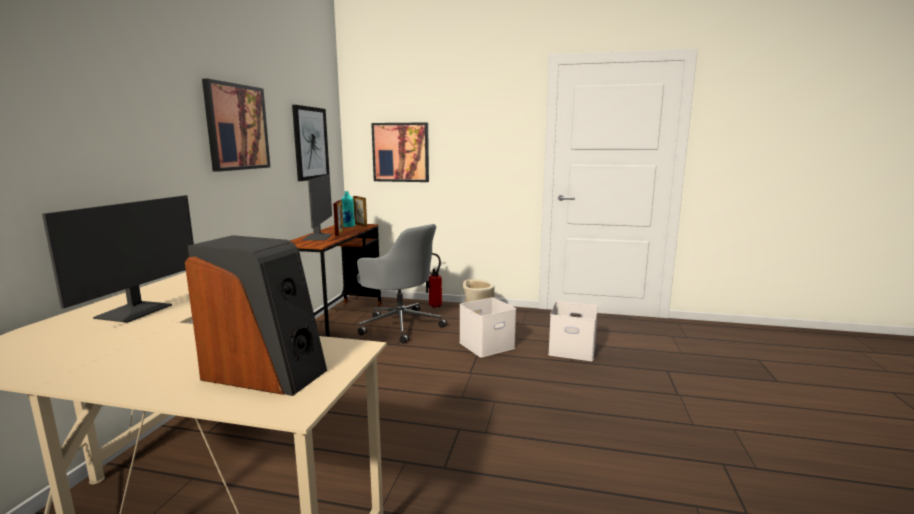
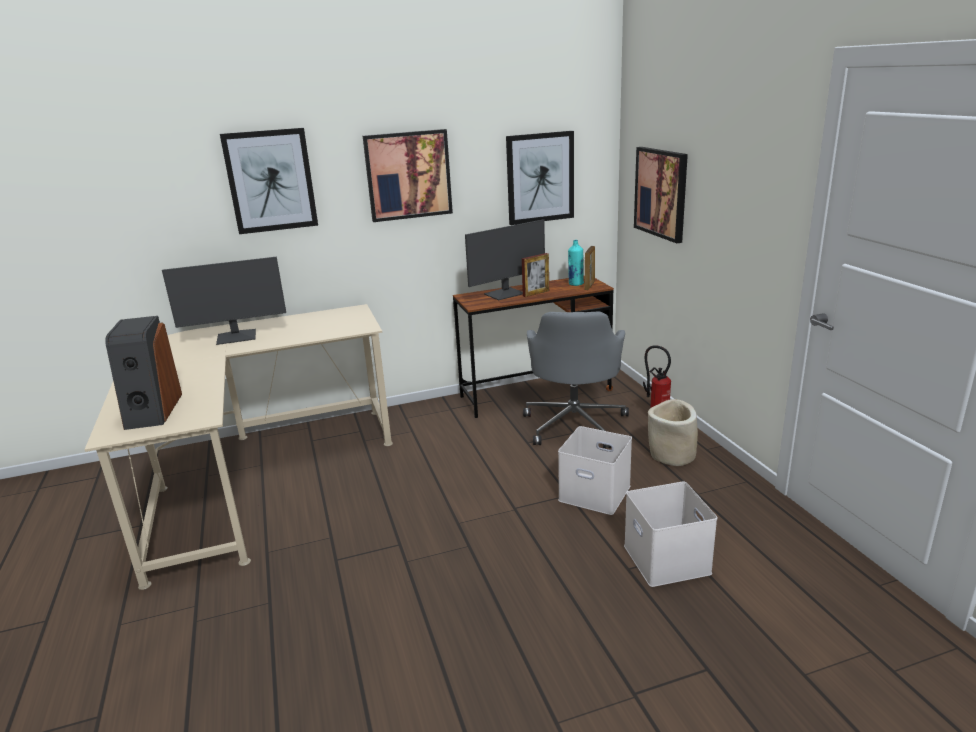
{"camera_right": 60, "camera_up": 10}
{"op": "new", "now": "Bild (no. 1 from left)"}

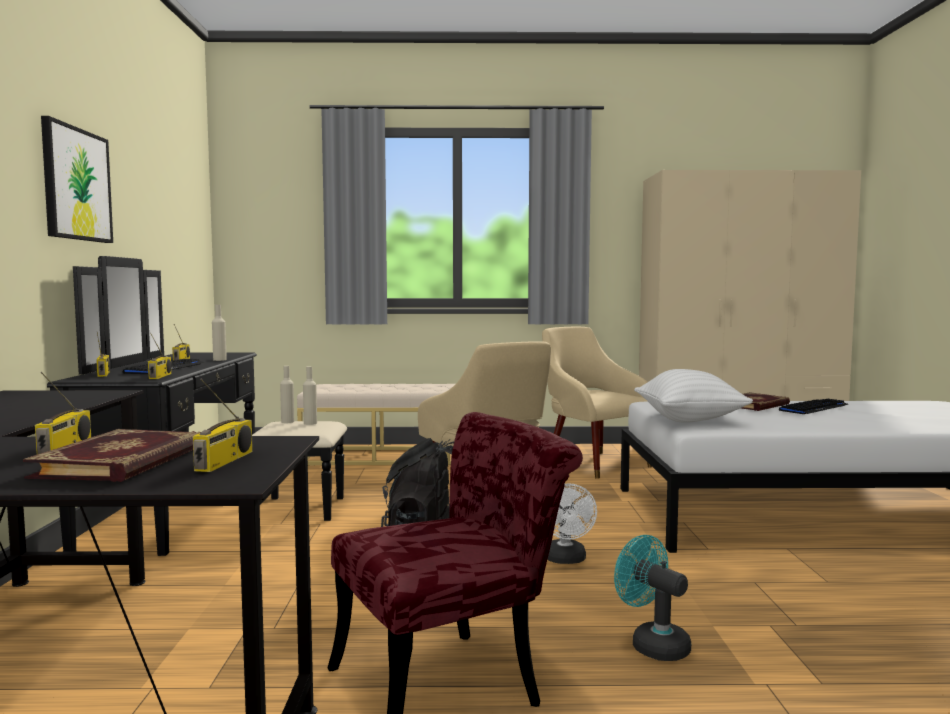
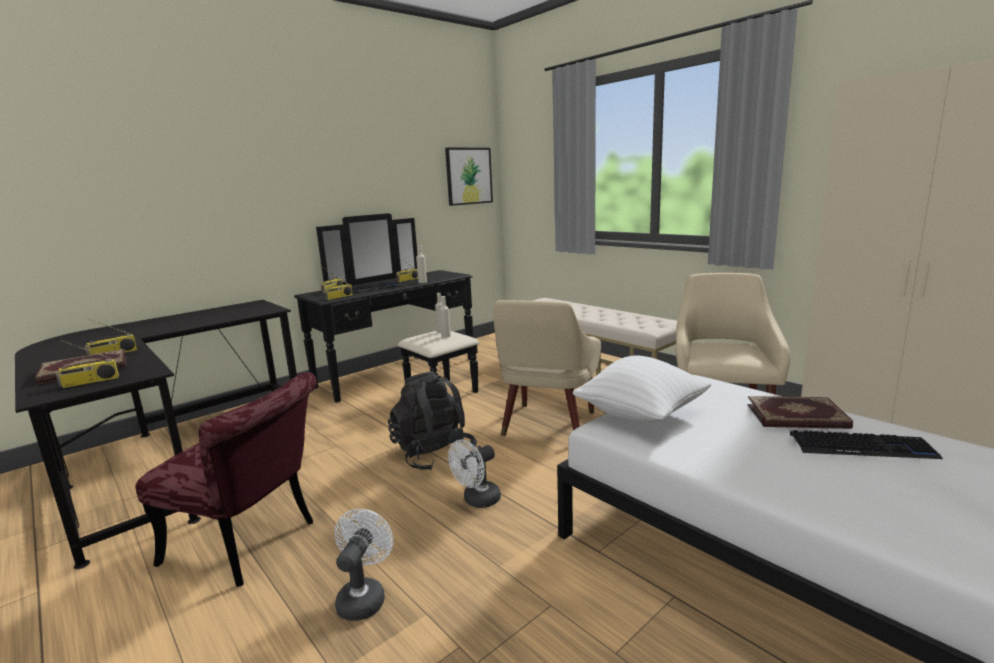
{"camera_right": 50, "camera_up": 10}
{"op": "shifted", "was": "Bild"}
{"op": "repainted", "was": "Ventilator/türkis", "now": "Ventilator/weiß (no. 1 from left)"}

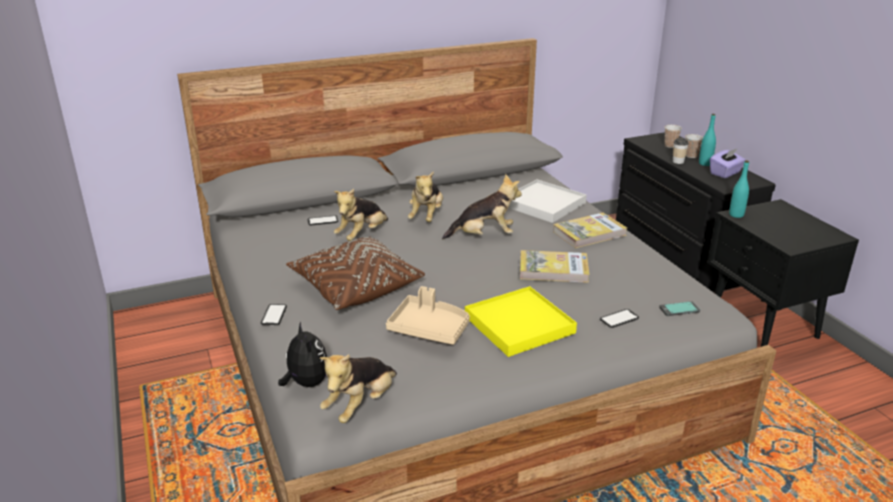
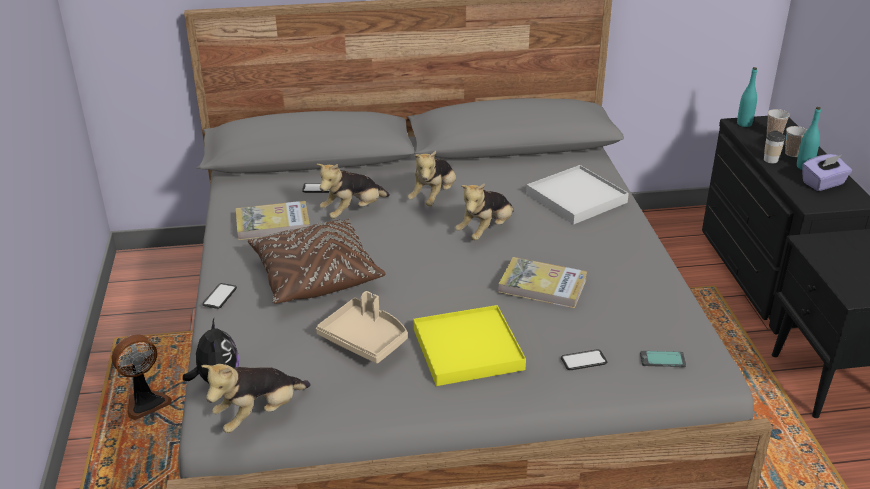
{"camera_right": 15, "camera_up": 5}
{"op": "rotated", "was": "Plüschtier (no. 5 from left)", "clockwise": 120}
{"op": "shifted", "was": "Buch (no. 2 from left in the first image)", "now": "Buch (no. 1 from left)"}
{"op": "shifted", "was": "Flasche/türkis (no. 2 from left in the first image)", "now": "Flasche/türkis (no. 1 from left)"}
{"op": "new", "now": "Ventilator"}

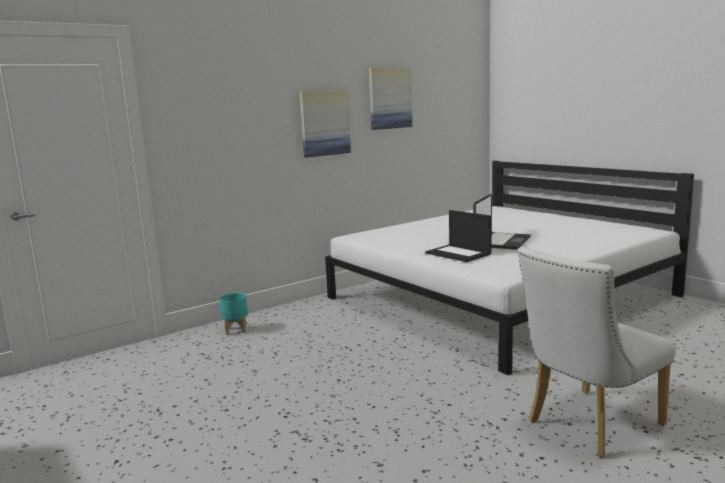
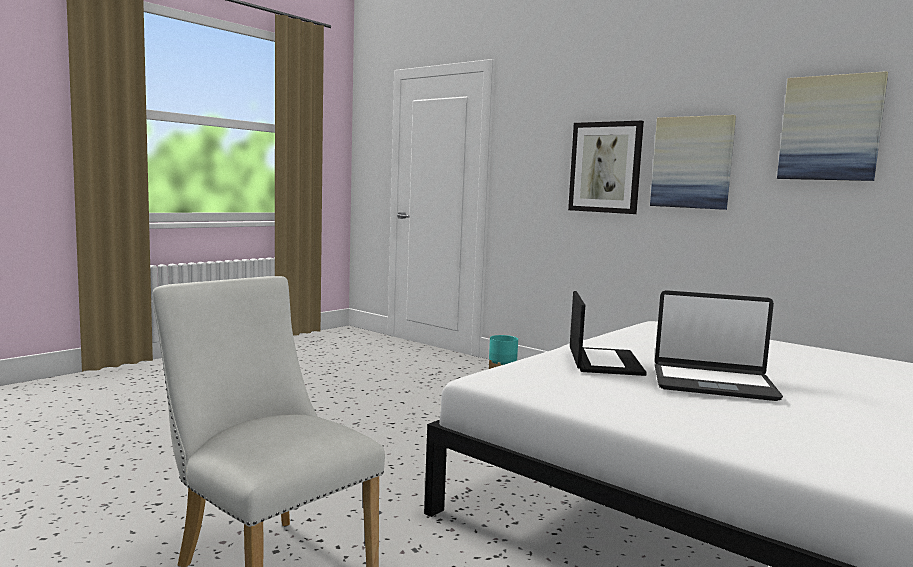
{"camera_right": 75, "camera_up": -5}
{"op": "rotated", "was": "Laptop (no. 1 from left)", "clockwise": 150}
{"op": "new", "now": "Bild (no. 1 from left)"}

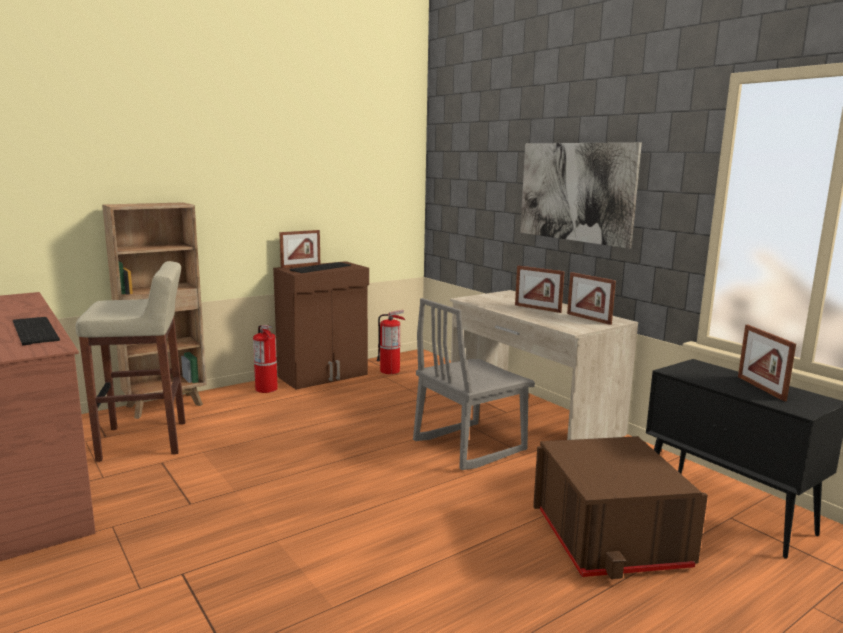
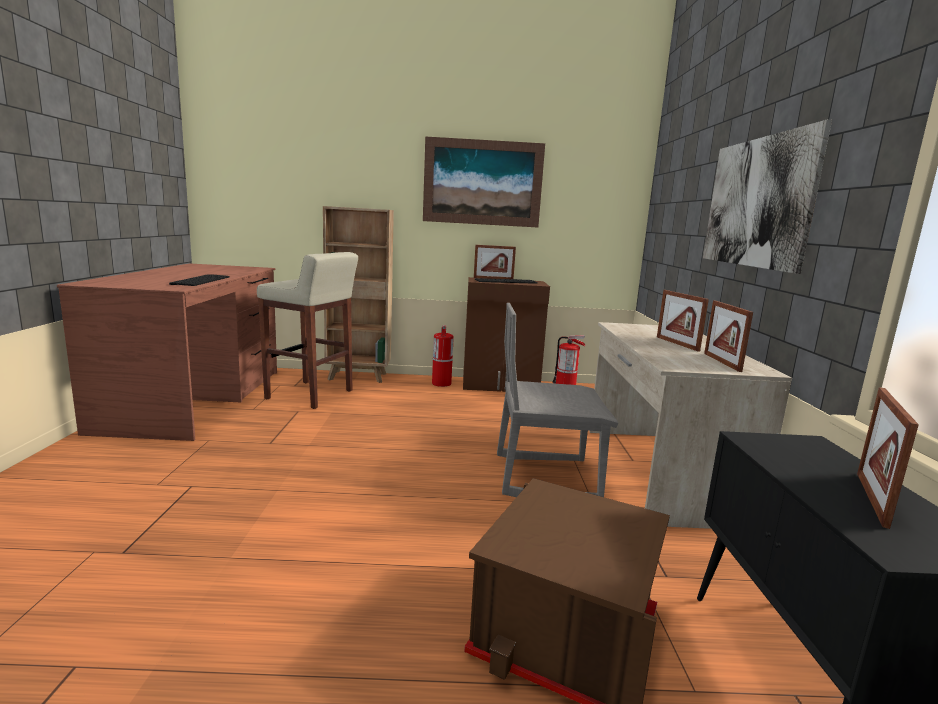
{"camera_right": 35, "camera_up": 0}
{"op": "new", "now": "Bild (no. 1 from left)"}

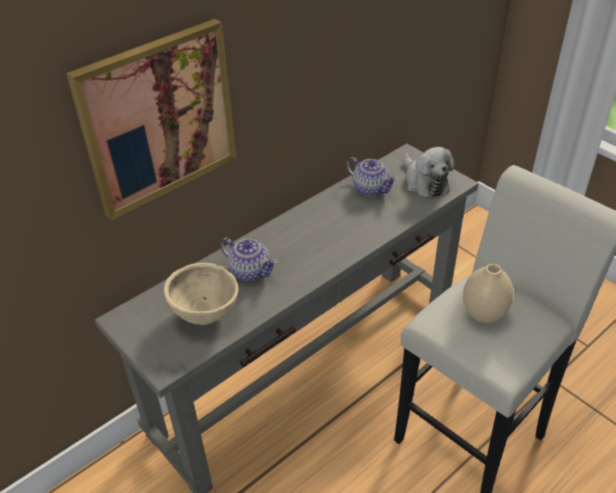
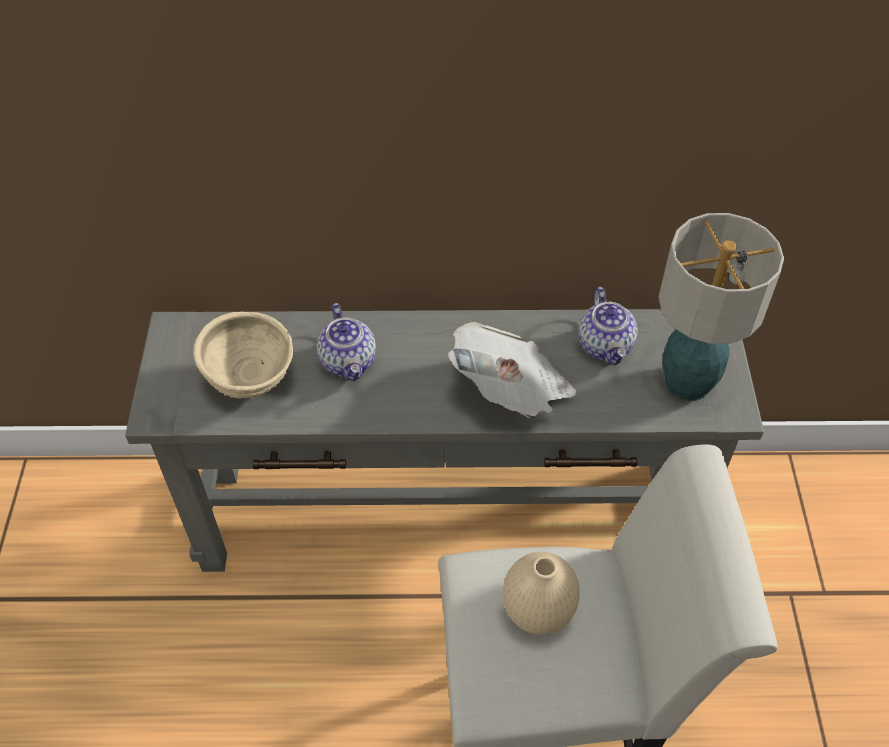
{"camera_right": 40, "camera_up": 10}
{"op": "gone", "was": "Bild"}
{"op": "swapped", "was": "Plüschtier", "now": "Tischlampe"}
{"op": "new", "now": "Zeitung"}

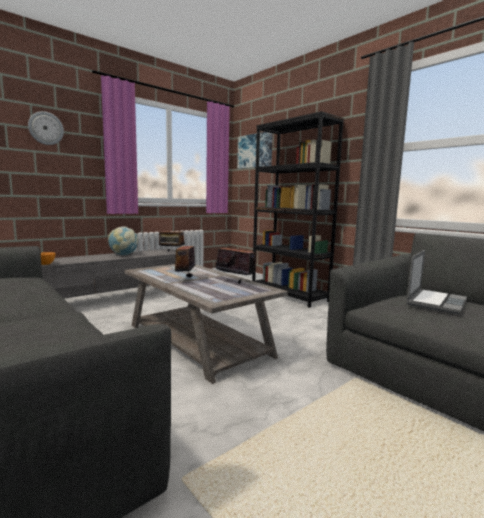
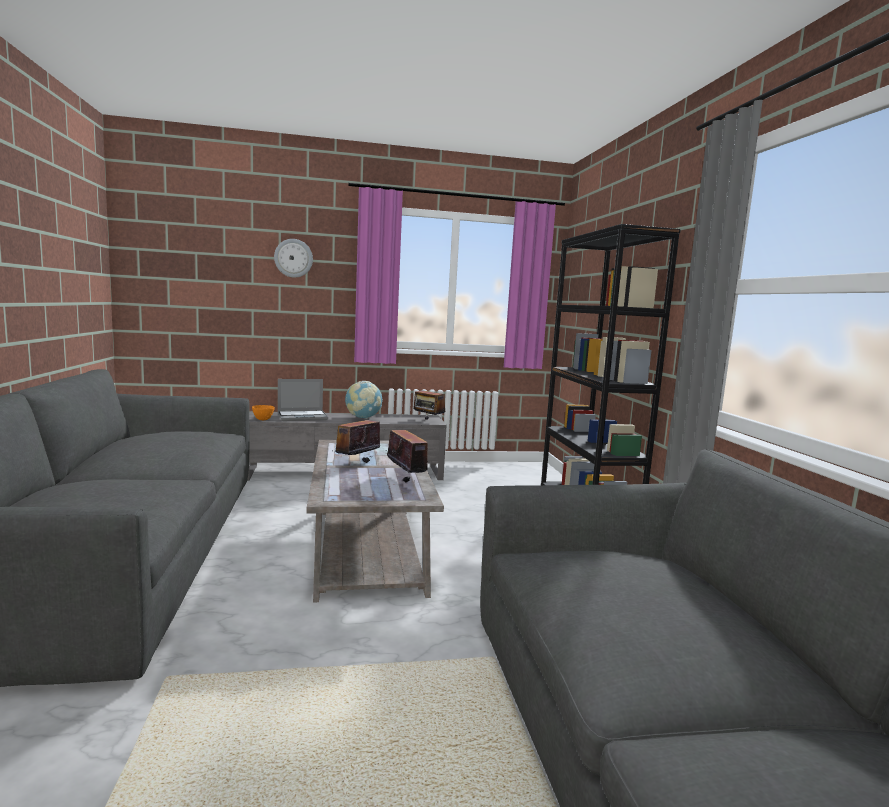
{"camera_right": 30, "camera_up": 0}
{"op": "gone", "was": "Bild"}
{"op": "shifted", "was": "Laptop"}

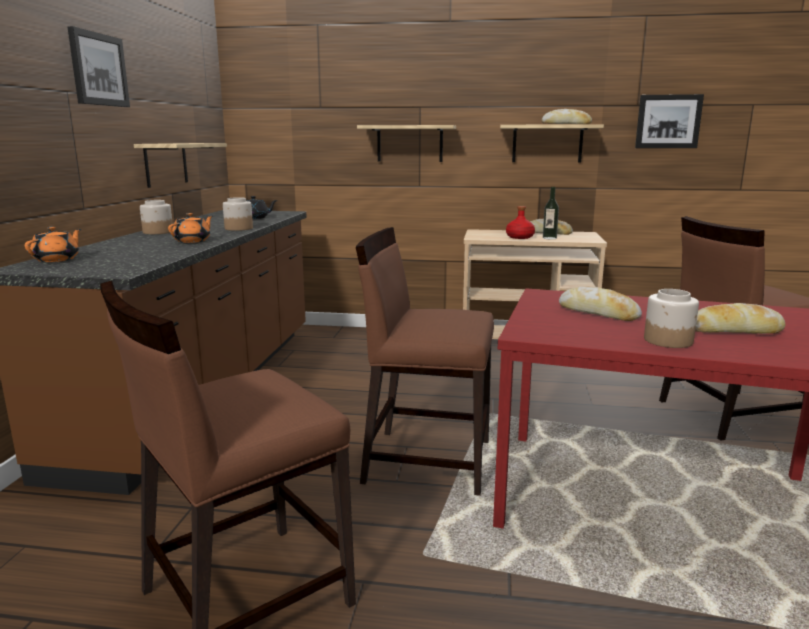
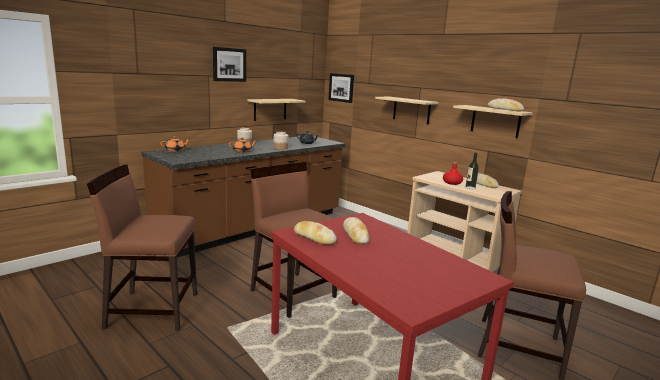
{"camera_right": 35, "camera_up": 0}
{"op": "shifted", "was": "Bild (no. 2 from left)"}
{"op": "gone", "was": "Vorratsglas (no. 3 from left)"}
{"op": "shifted", "was": "Brot (no. 4 from left in the first image)", "now": "Brot (no. 1 from left)"}

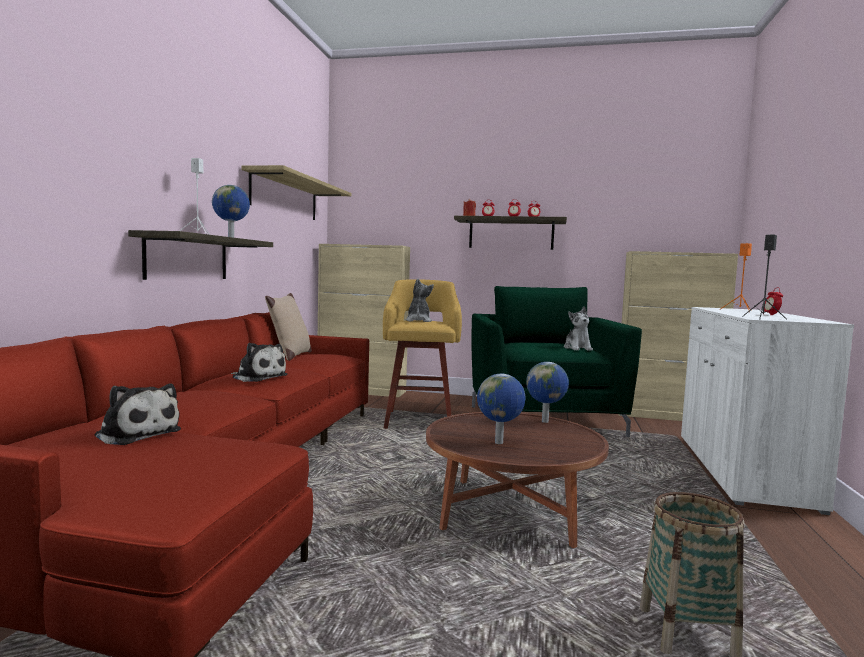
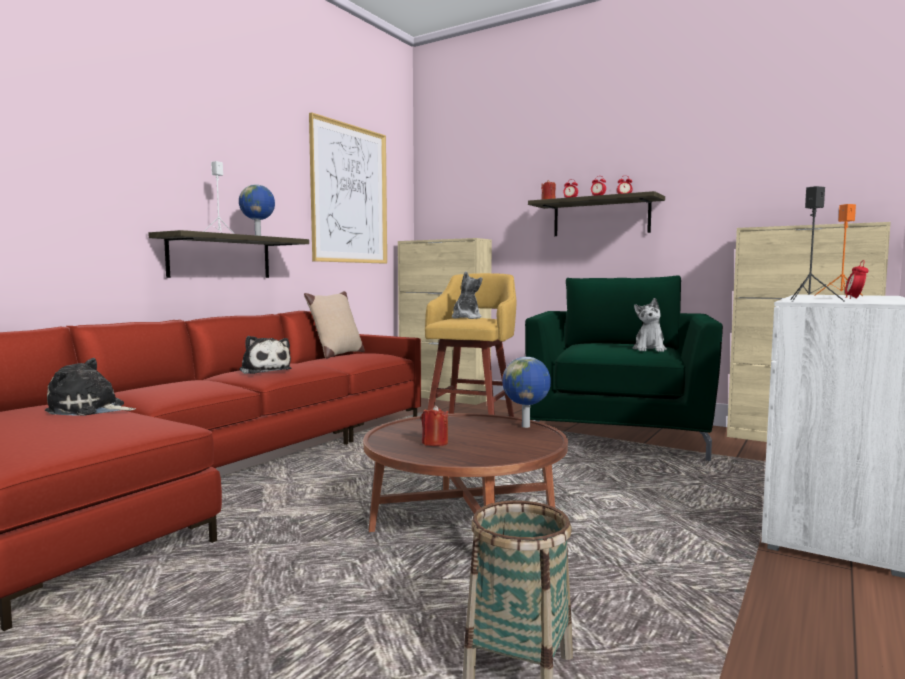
{"camera_right": 20, "camera_up": 0}
{"op": "rotated", "was": "Plüschtier (no. 1 from left)", "clockwise": 135}
{"op": "swapped", "was": "Wandregal (no. 2 from left)", "now": "Bild"}
{"op": "swapped", "was": "Globus (no. 2 from left)", "now": "Kerze/rot (no. 1 from left)"}

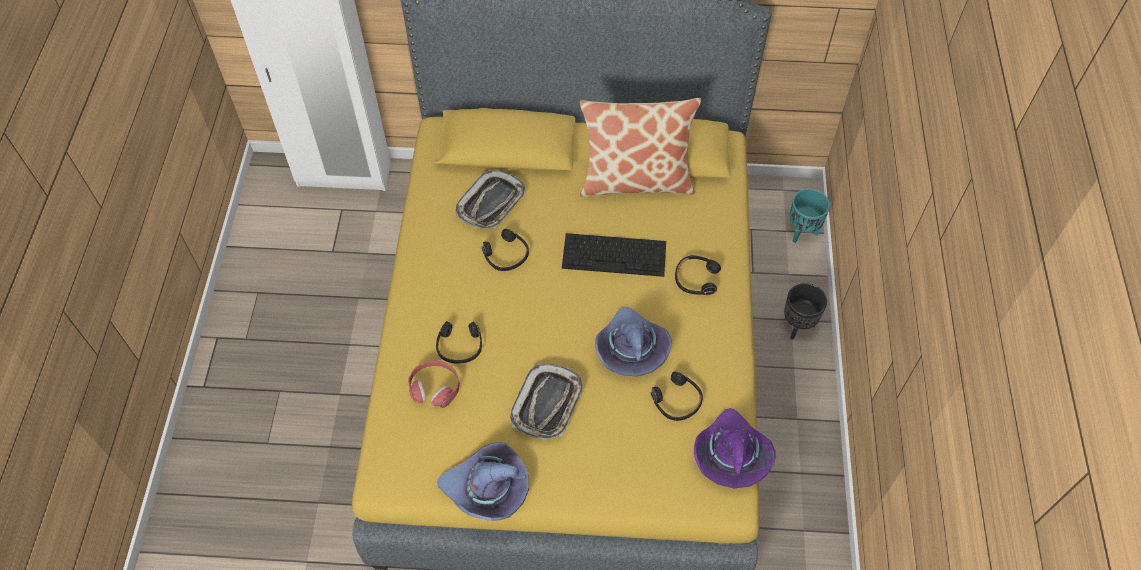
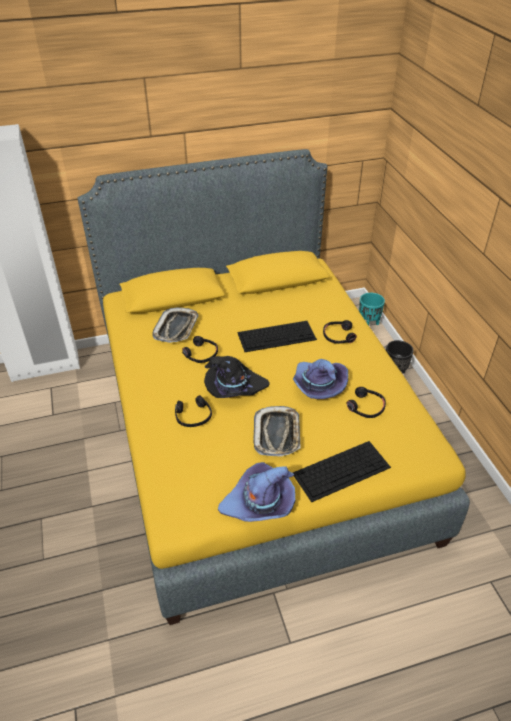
{"camera_right": -20, "camera_up": -15}
{"op": "gone", "was": "Kopfhörer/rot"}
{"op": "gone", "was": "Kissen"}
{"op": "gone", "was": "Hut/lila (no. 3 from left)"}
{"op": "new", "now": "Hut/schwarz"}
{"op": "new", "now": "Tastatur (no. 2 from left)"}

